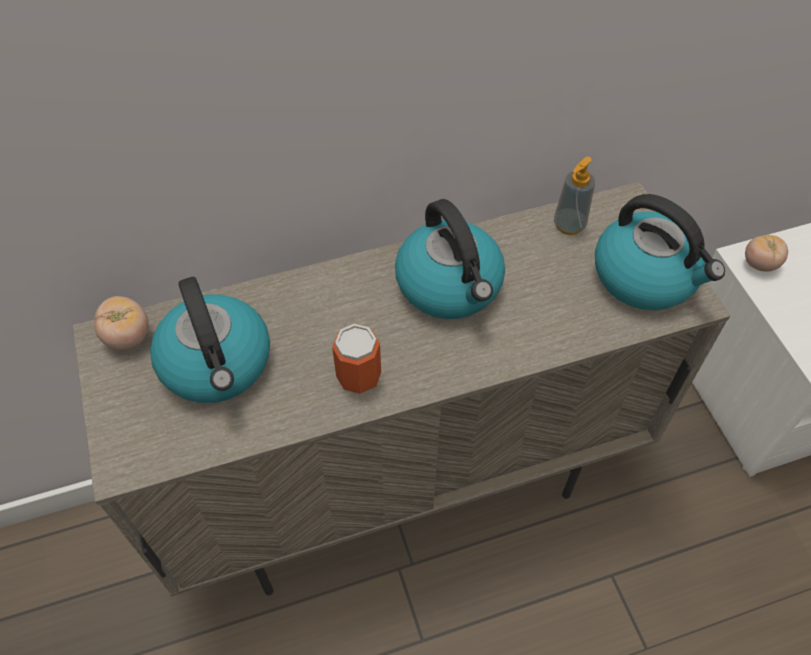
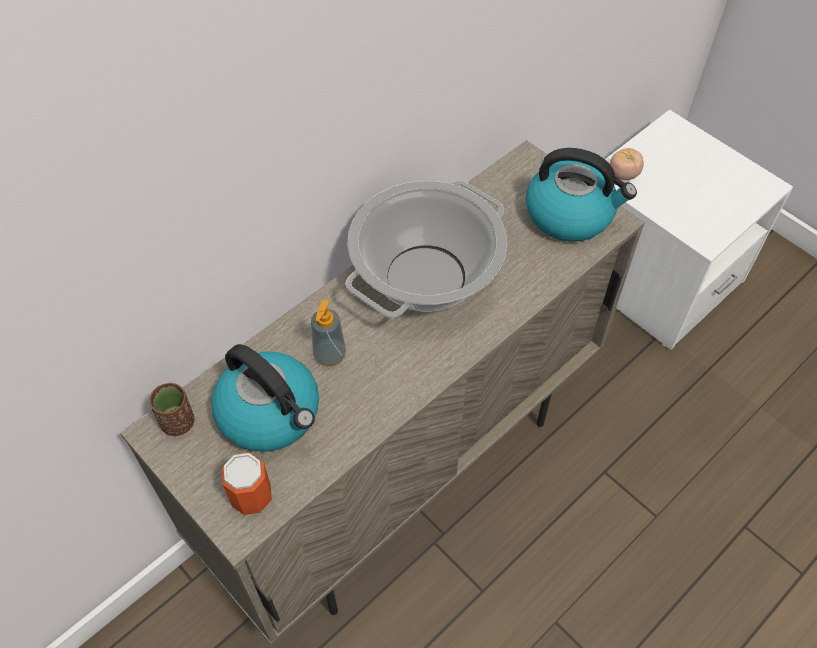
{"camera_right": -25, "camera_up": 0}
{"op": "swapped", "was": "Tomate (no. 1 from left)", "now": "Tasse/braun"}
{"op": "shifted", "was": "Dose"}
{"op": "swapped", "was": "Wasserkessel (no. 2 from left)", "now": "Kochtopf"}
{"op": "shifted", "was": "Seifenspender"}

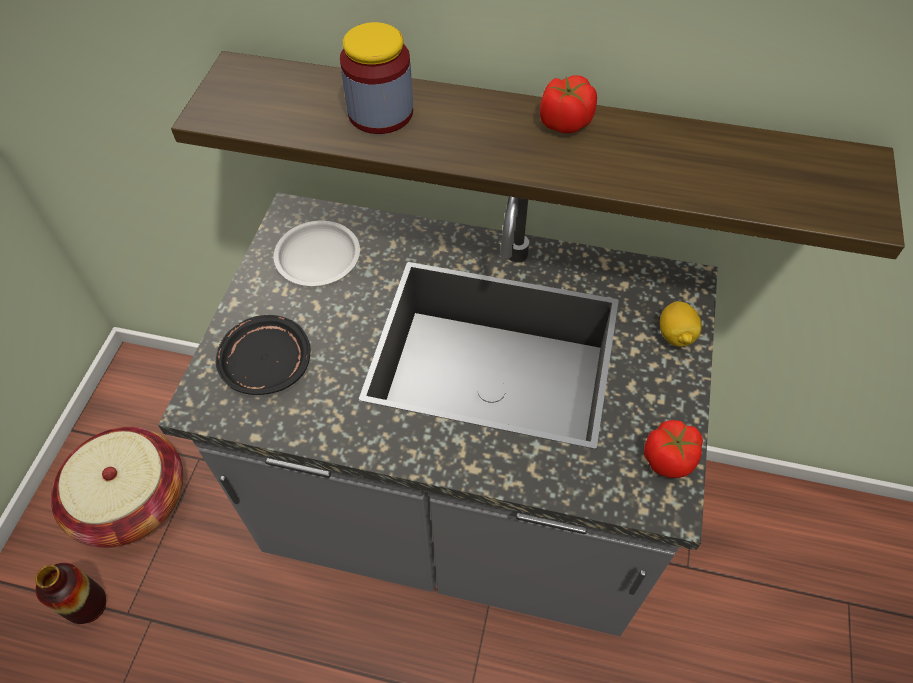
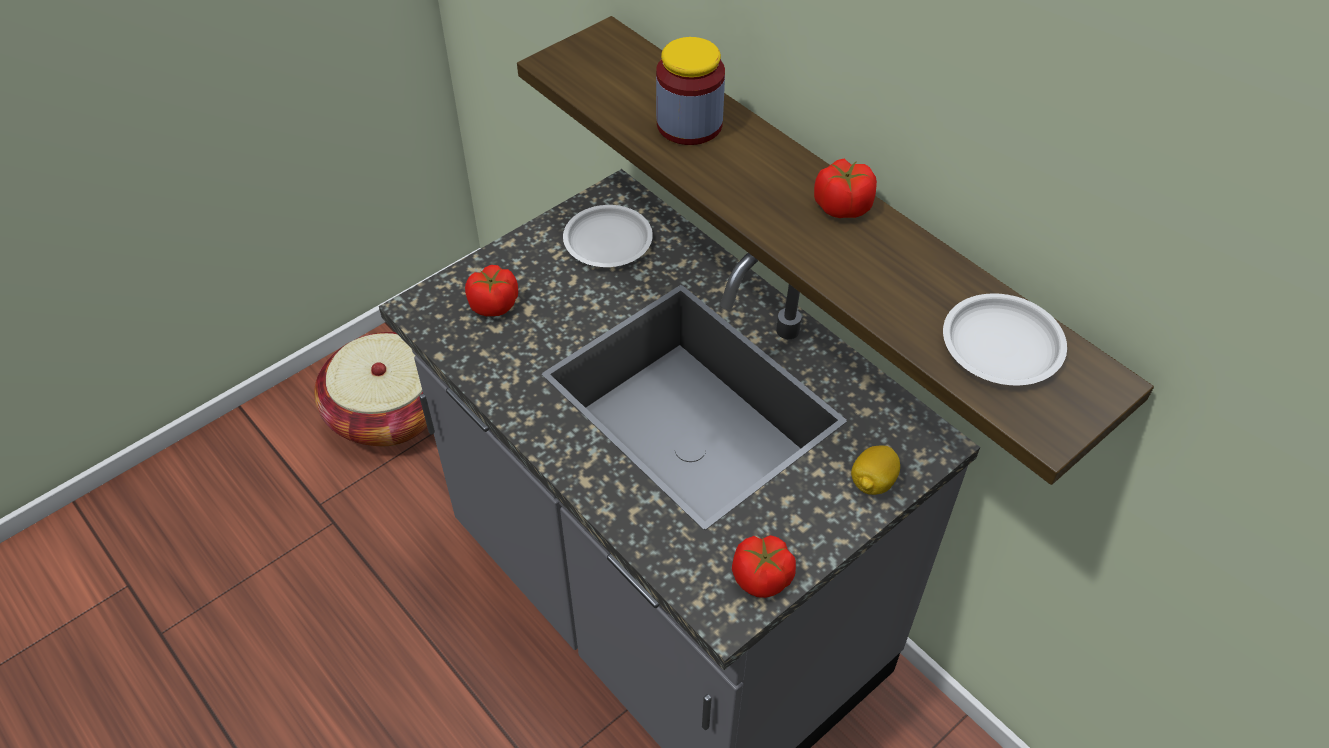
{"camera_right": 35, "camera_up": -5}
{"op": "gone", "was": "Vase"}
{"op": "swapped", "was": "Teller/schwarz", "now": "Tomate (no. 1 from left)"}
{"op": "new", "now": "Teller/weiß (no. 2 from left)"}

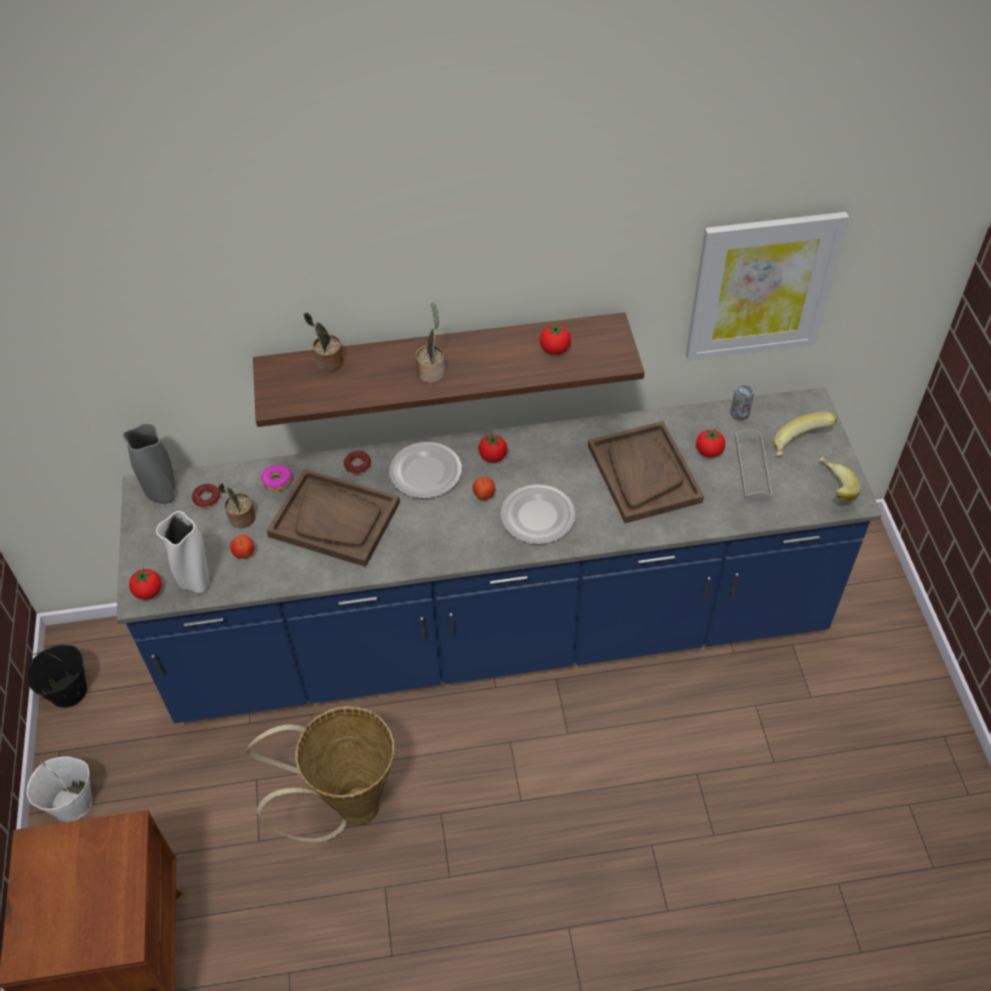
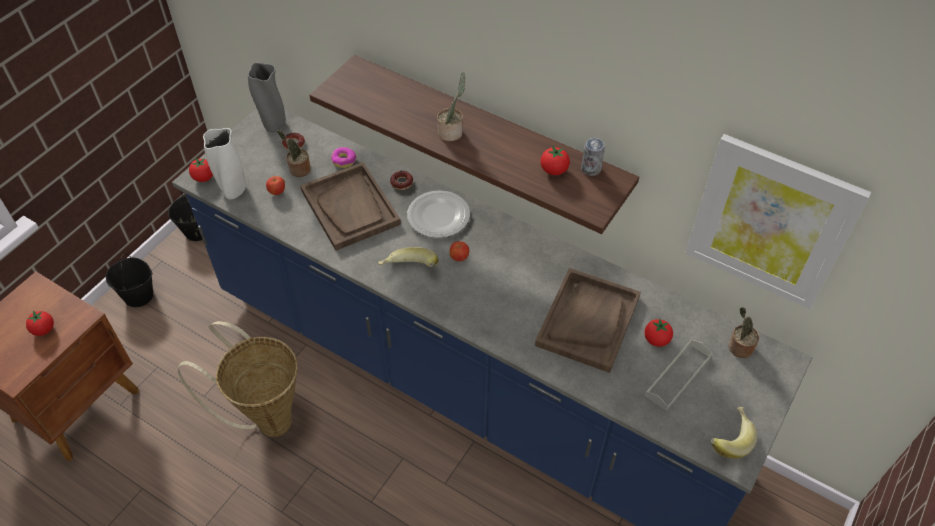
{"camera_right": 40, "camera_up": 0}
{"op": "repainted", "was": "Eimer/weiß", "now": "Eimer/schwarz (no. 1 from left)"}
{"op": "shifted", "was": "Topfpflanze (no. 2 from left in the first image)", "now": "Topfpflanze (no. 3 from left)"}
{"op": "shifted", "was": "Tomate (no. 2 from left in the first image)", "now": "Tomate (no. 1 from left)"}
{"op": "gone", "was": "Teller (no. 2 from left)"}
{"op": "shifted", "was": "Dose"}
{"op": "shifted", "was": "Banane (no. 1 from left)"}

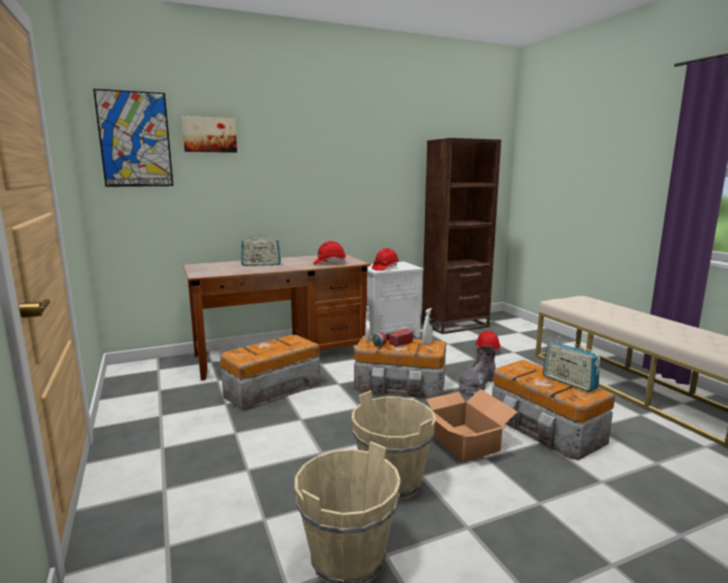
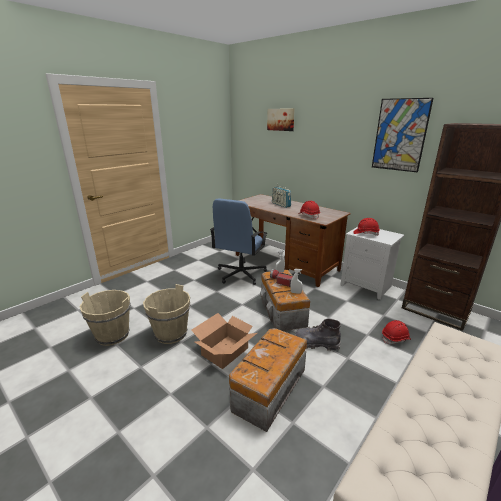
{"camera_right": 65, "camera_up": 10}
{"op": "shifted", "was": "Bild (no. 1 from left in the first image)", "now": "Bild (no. 2 from left)"}
{"op": "swapped", "was": "Aufbewahrungsbox (no. 1 from left)", "now": "Bürostuhl/blau"}
{"op": "gone", "was": "Radio (no. 2 from left)"}

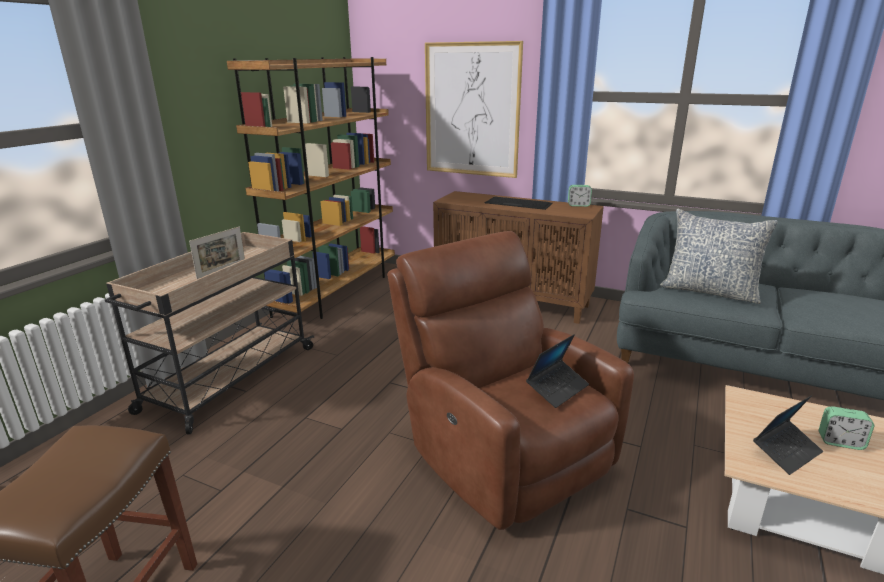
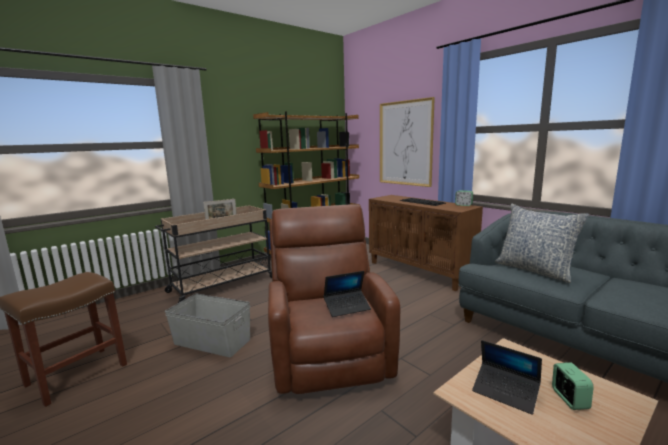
{"camera_right": 25, "camera_up": -10}
{"op": "rotated", "was": "Laptop (no. 2 from left)", "clockwise": 45}
{"op": "rotated", "was": "Wecker (no. 2 from left)", "clockwise": -135}
{"op": "new", "now": "Aufbewahrungsbox/grau"}

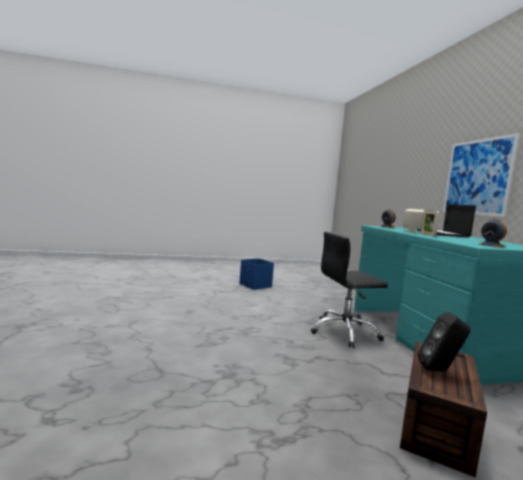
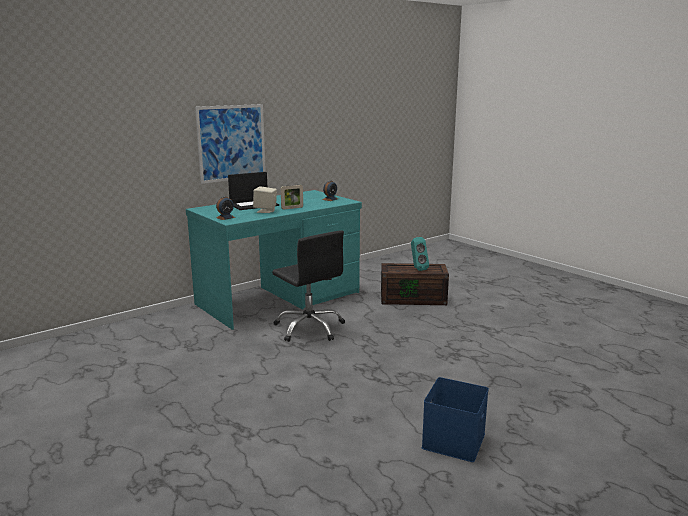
{"camera_right": -115, "camera_up": 10}
{"op": "shifted", "was": "Aufbewahrungsbox/blau"}
{"op": "repainted", "was": "Lautsprecher/schwarz", "now": "Lautsprecher/türkis"}

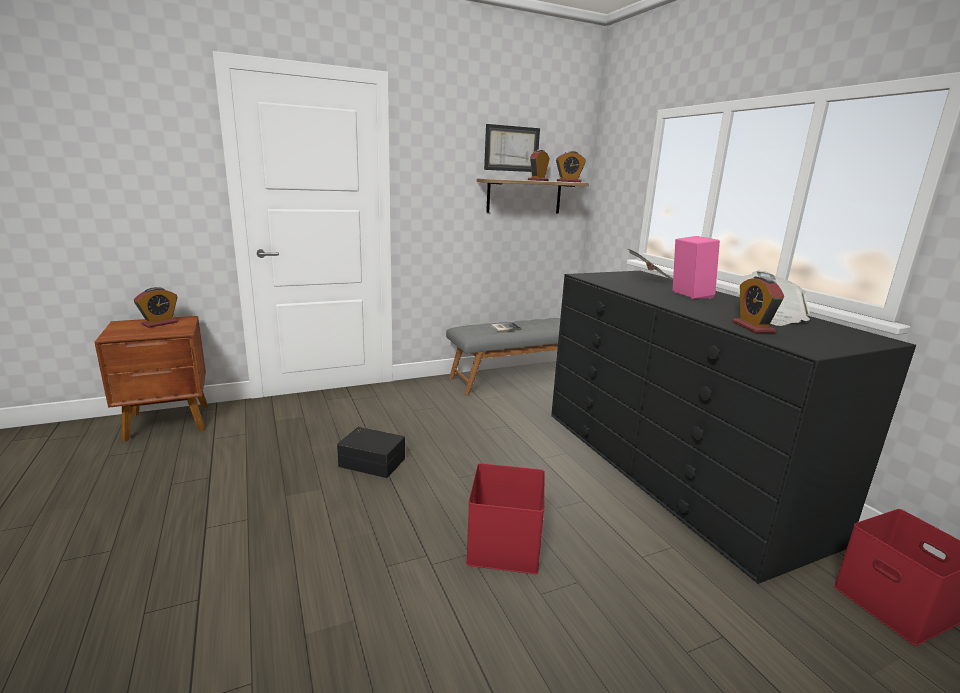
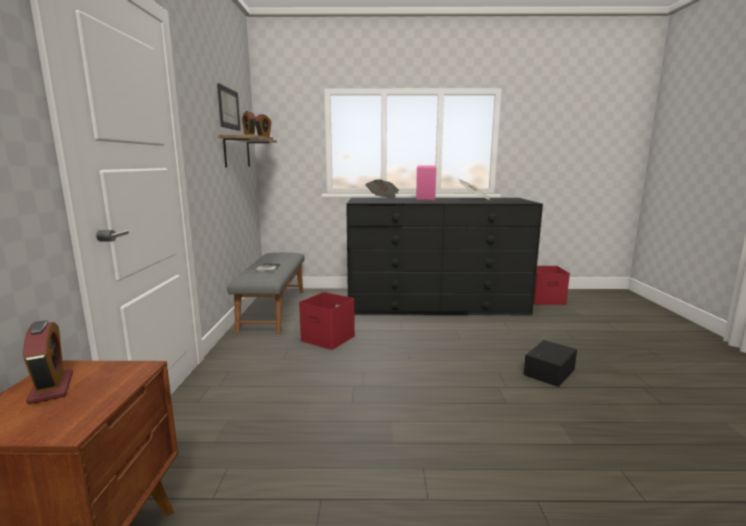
{"camera_right": -65, "camera_up": -5}
{"op": "shifted", "was": "Aufbewahrungsbox/schwarz"}
{"op": "shifted", "was": "Aufbewahrungsbox/rot (no. 1 from left)"}
{"op": "gone", "was": "Wecker (no. 4 from left)"}

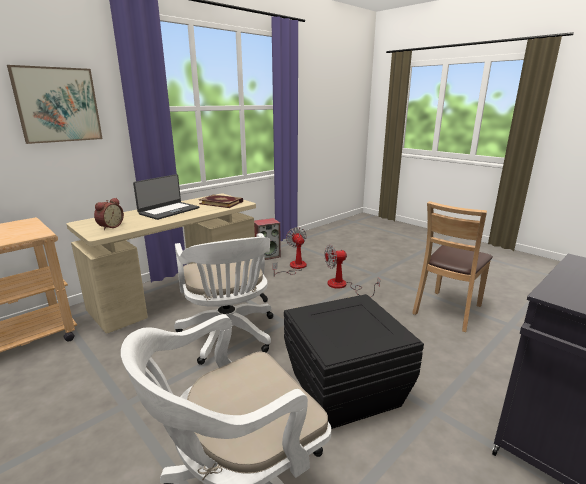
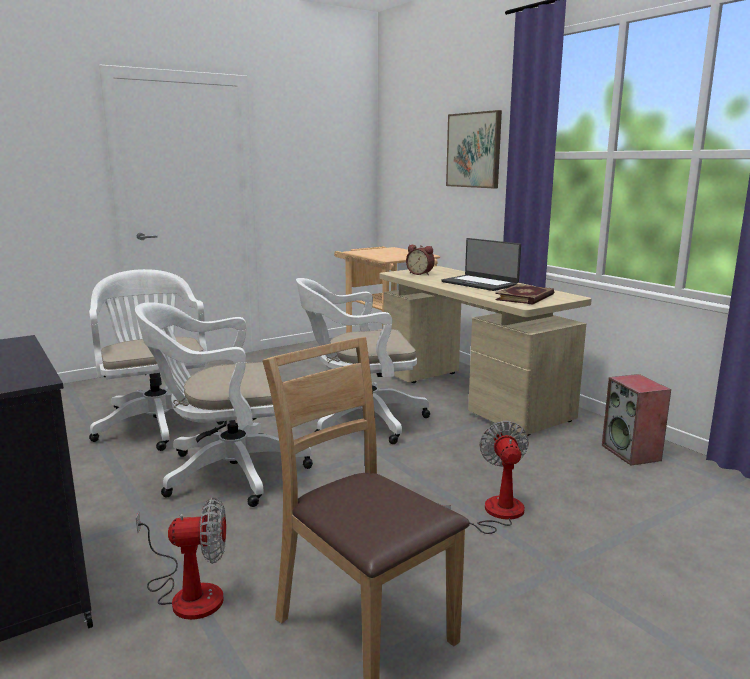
{"camera_right": 100, "camera_up": -5}
{"op": "shifted", "was": "Ventilator (no. 1 from left)"}
{"op": "swapped", "was": "Aufbewahrungsbox/schwarz", "now": "Bürostuhl/weiß (no. 2 from left)"}

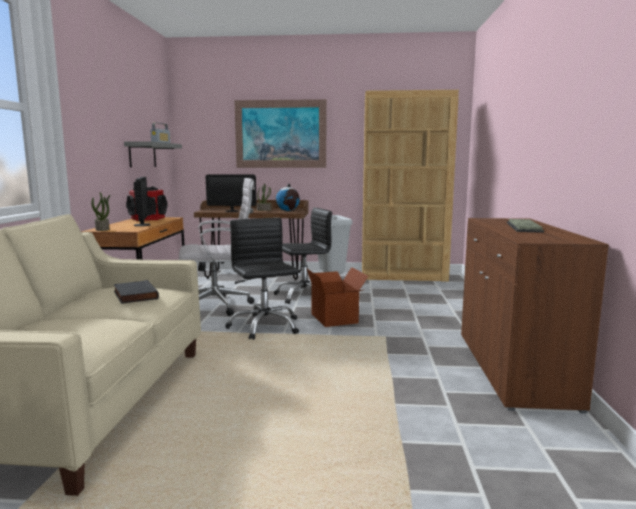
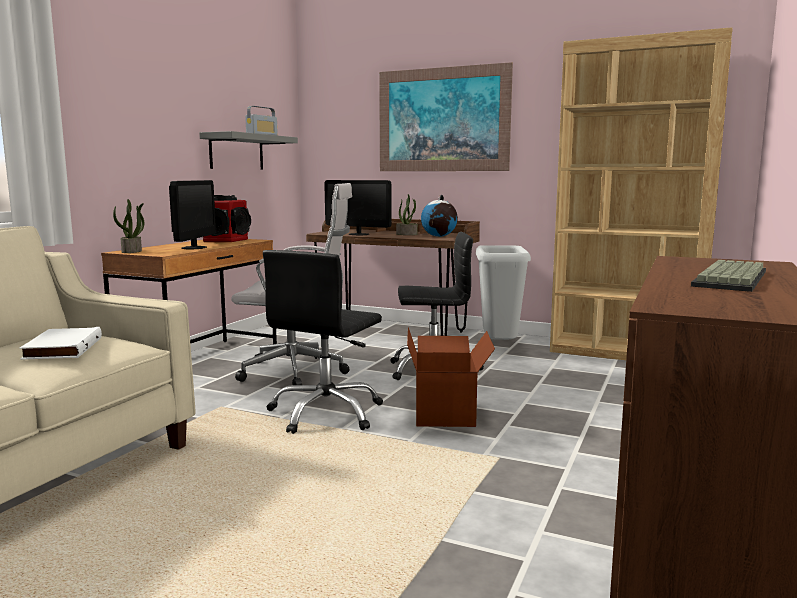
{"camera_right": 20, "camera_up": 0}
{"op": "repainted", "was": "Buch/schwarz", "now": "Buch/weiß"}
{"op": "rotated", "was": "Bürostuhl/schwarz (no. 1 from left)", "clockwise": -150}

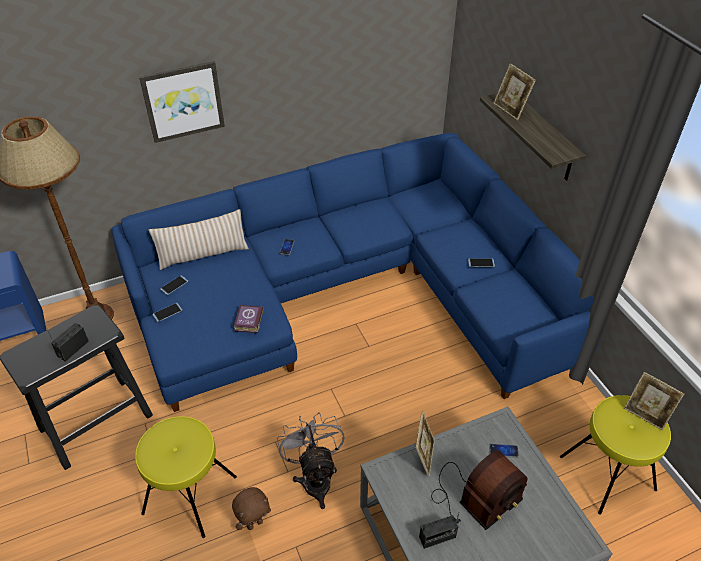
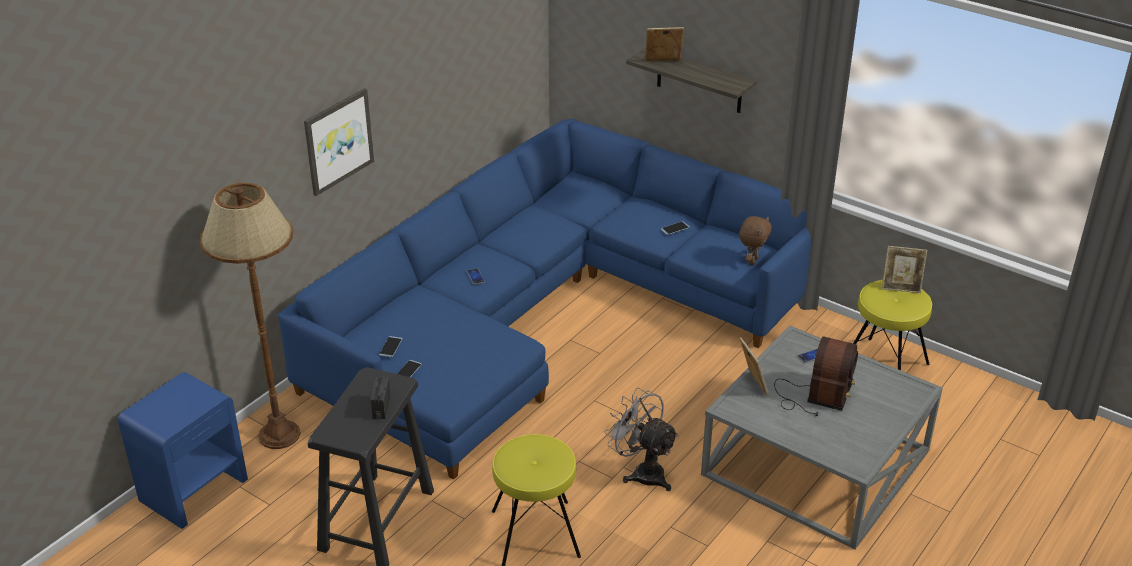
{"camera_right": -30, "camera_up": -10}
{"op": "gone", "was": "Kissen/beige"}
{"op": "shifted", "was": "Plüschtier/braun"}
{"op": "gone", "was": "Buch"}
{"op": "gone", "was": "Radio (no. 2 from left)"}
{"op": "rotated", "was": "Bilderrahmen (no. 2 from left in the first image)", "clockwise": 150}

